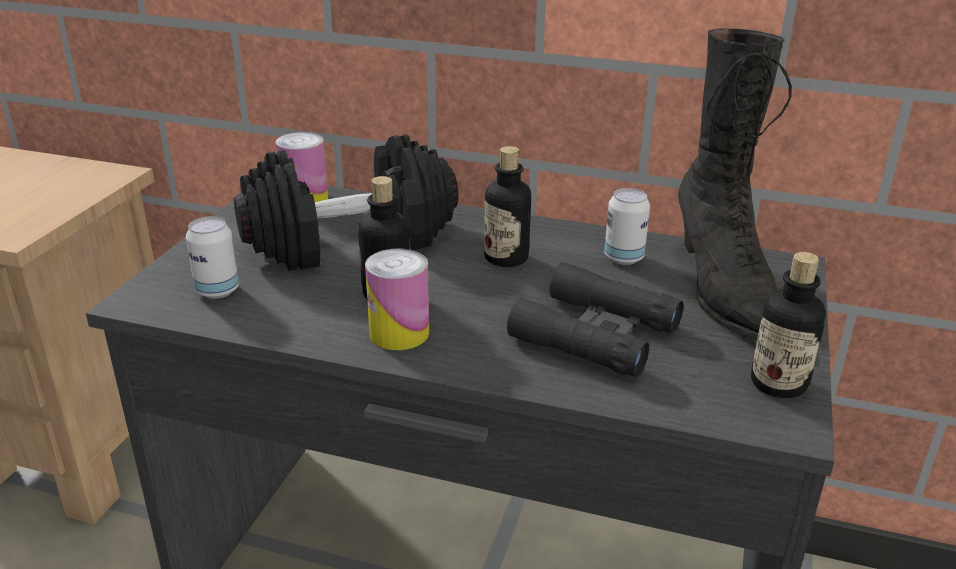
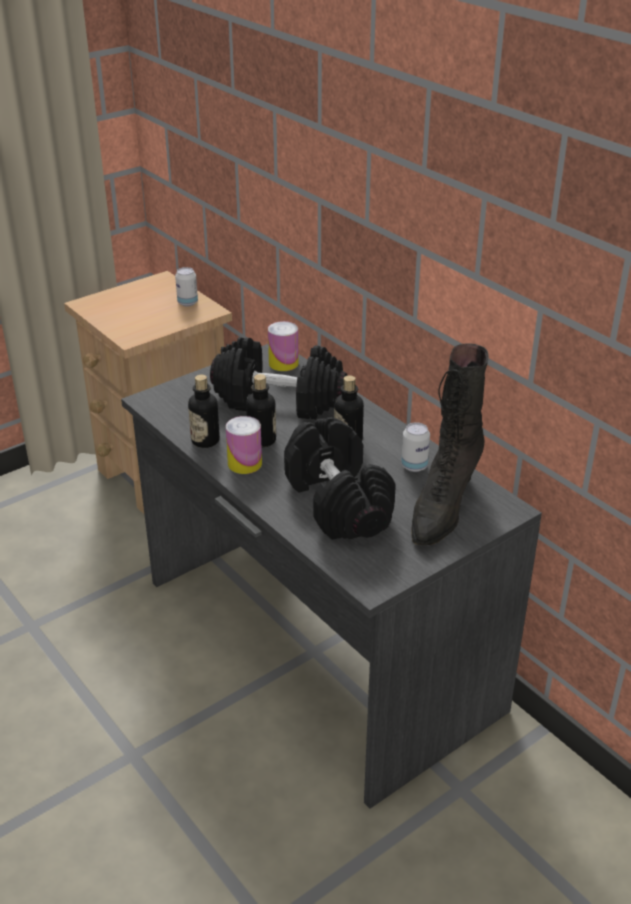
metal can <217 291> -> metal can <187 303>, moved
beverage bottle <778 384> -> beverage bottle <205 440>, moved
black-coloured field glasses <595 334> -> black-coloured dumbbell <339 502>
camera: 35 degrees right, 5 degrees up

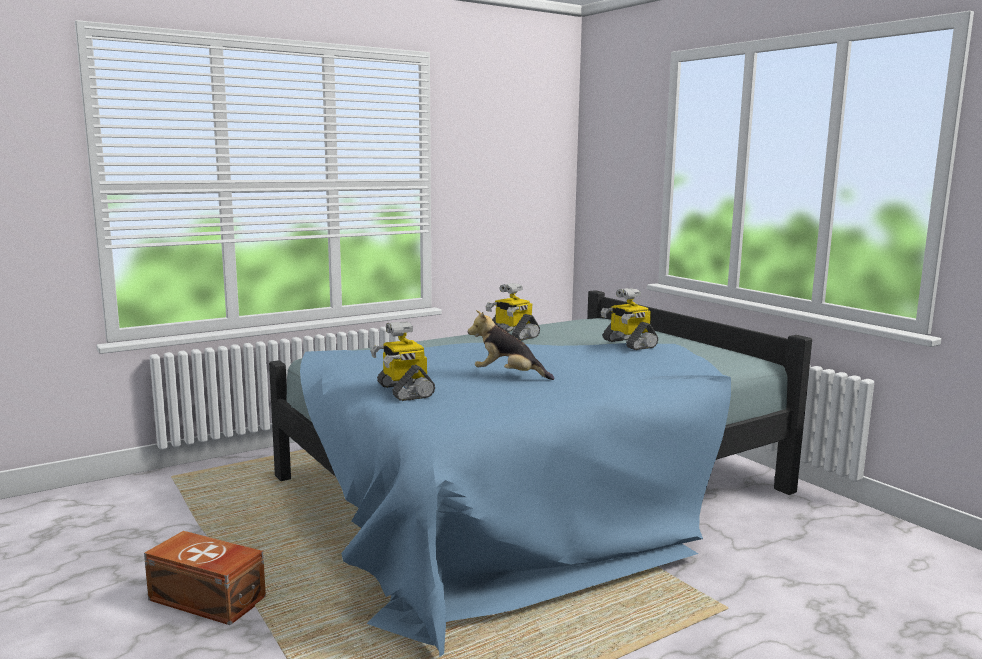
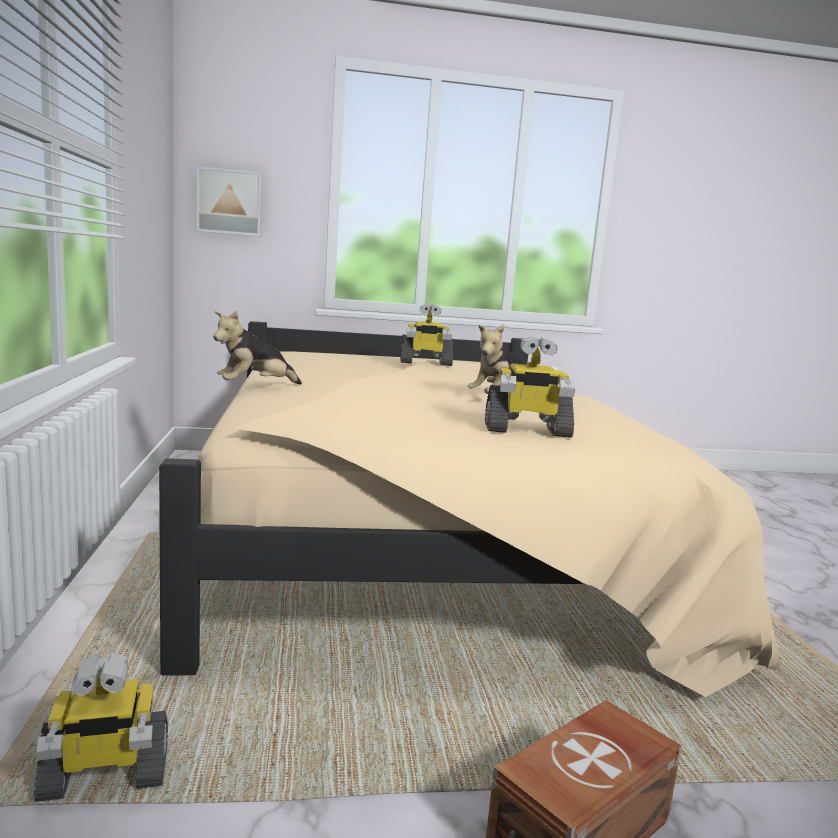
model robot <512 335> -> model robot <104 775>, moved
bluish sleeping bed <530 492> -> beige sleeping bed <422 540>
none -> wall art <230 202>
none -> cuddly toy <255 387>
camera: 65 degrees left, 0 degrees up

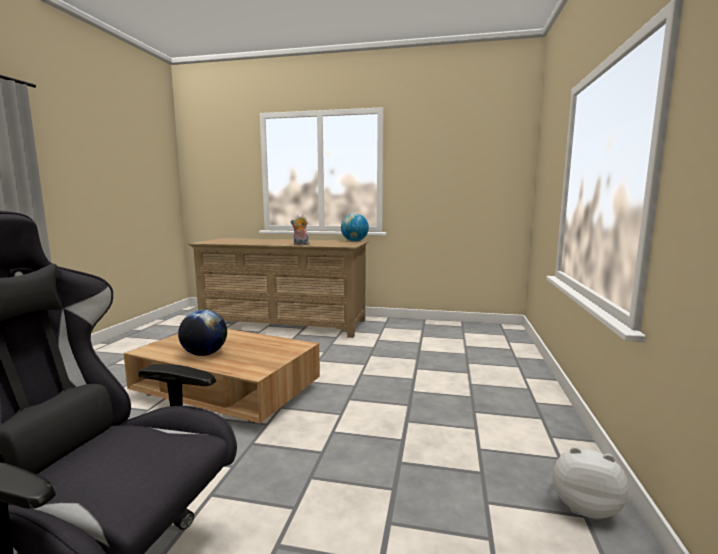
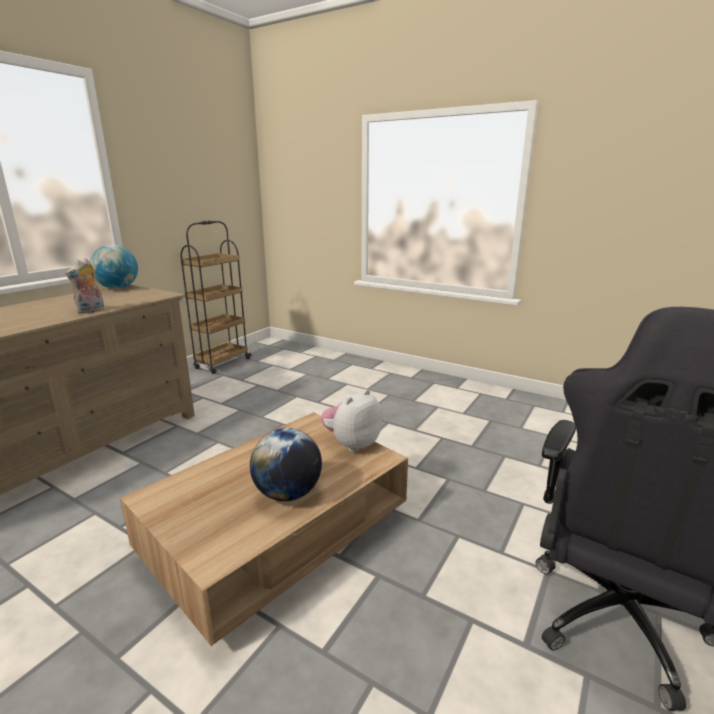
cuddly toy <584 507> -> cuddly toy <352 444>, moved
none -> brown cart <222 364>
camera: 70 degrees left, 10 degrees up

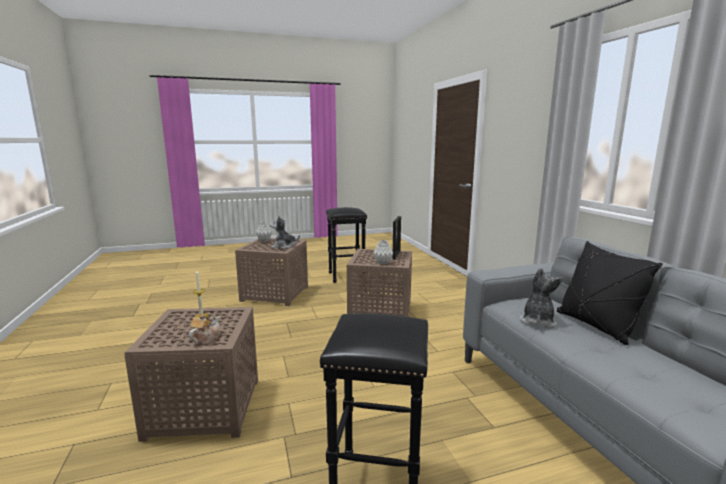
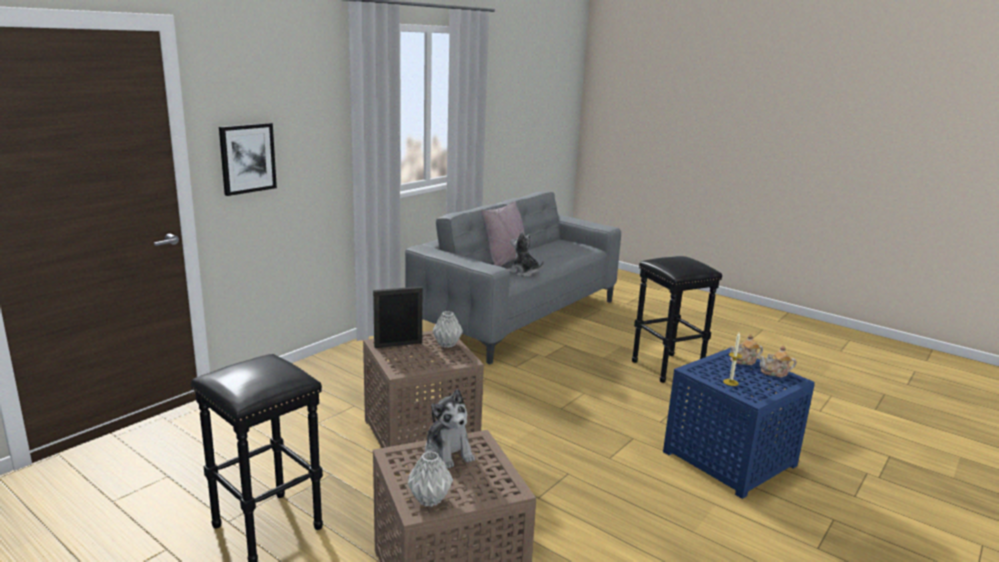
black-coloured cushion <596 326> -> purple cushion <505 261>
cuddly toy <537 321> -> cuddly toy <524 272>, 45 degrees clockwise
brown side table <203 408> -> bluish side table <731 459>
none -> wall art <247 158>
none -> teapot <775 373>
camera: 125 degrees left, 5 degrees up

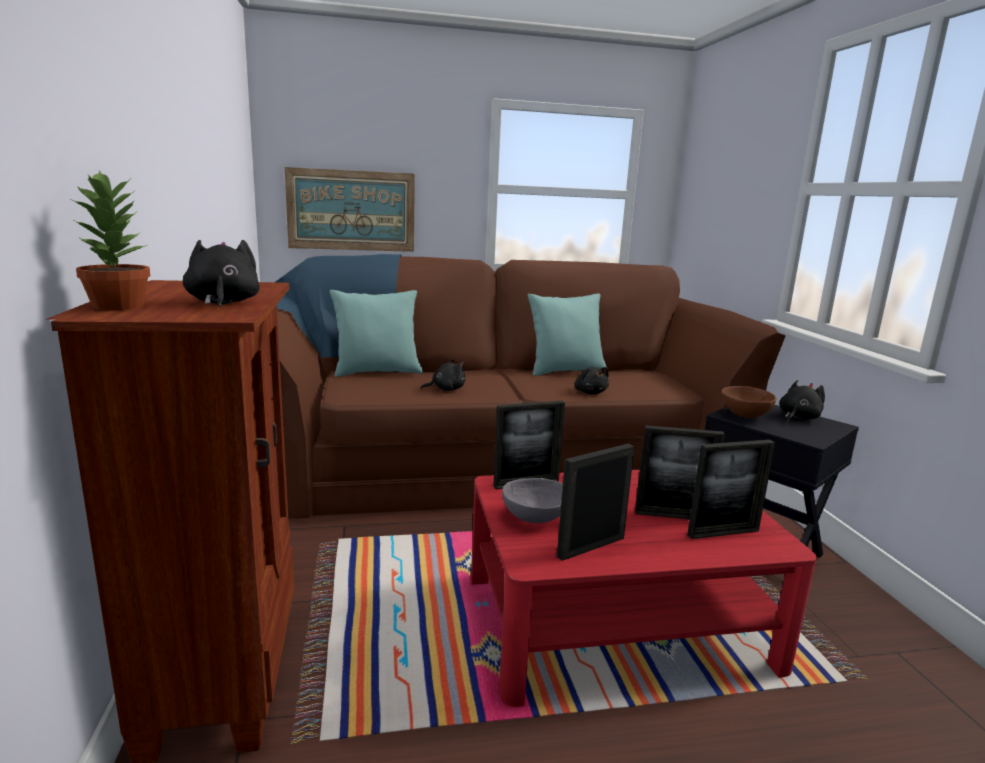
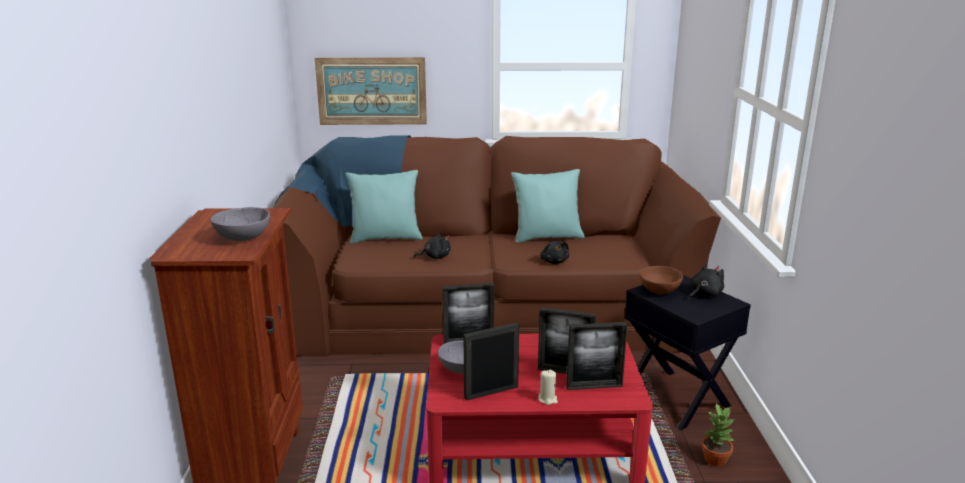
potted plant <120 306> -> potted plant <715 459>, moved
black-coloured cuddly toy <223 303> -> gray deep dish <242 238>
none -> beige candle <547 399>
camera: 10 degrees right, 5 degrees up

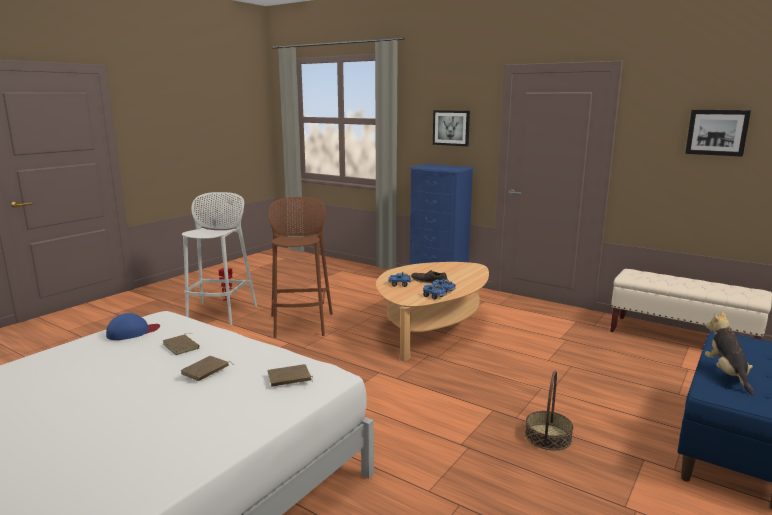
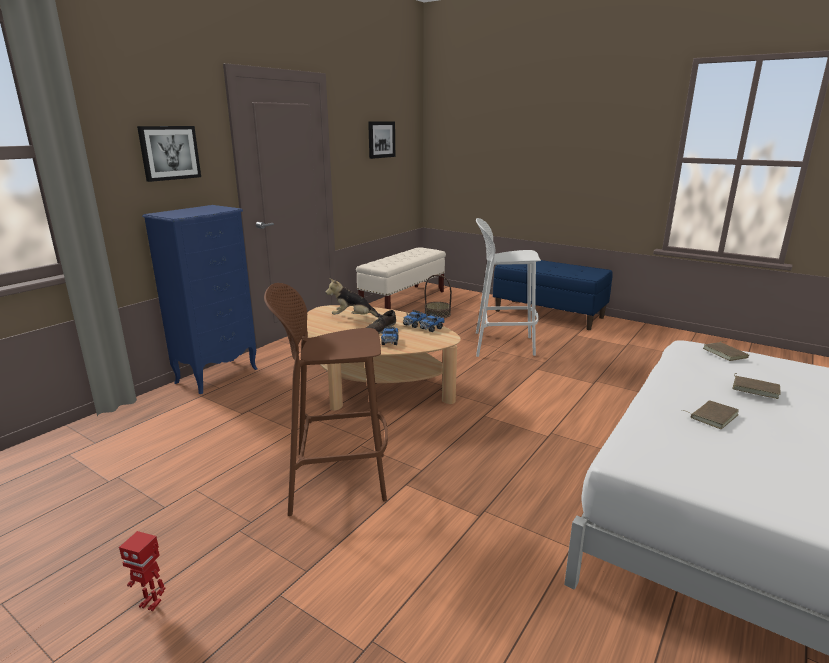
white-coloured stool seat <220 313> -> white-coloured stool seat <502 345>, moved
cuddly toy <726 374> -> cuddly toy <353 318>, moved
bluish peaked cap <132 332> -> none
basket <548 437> -> basket <437 314>, moved
camera: 90 degrees left, 5 degrees up

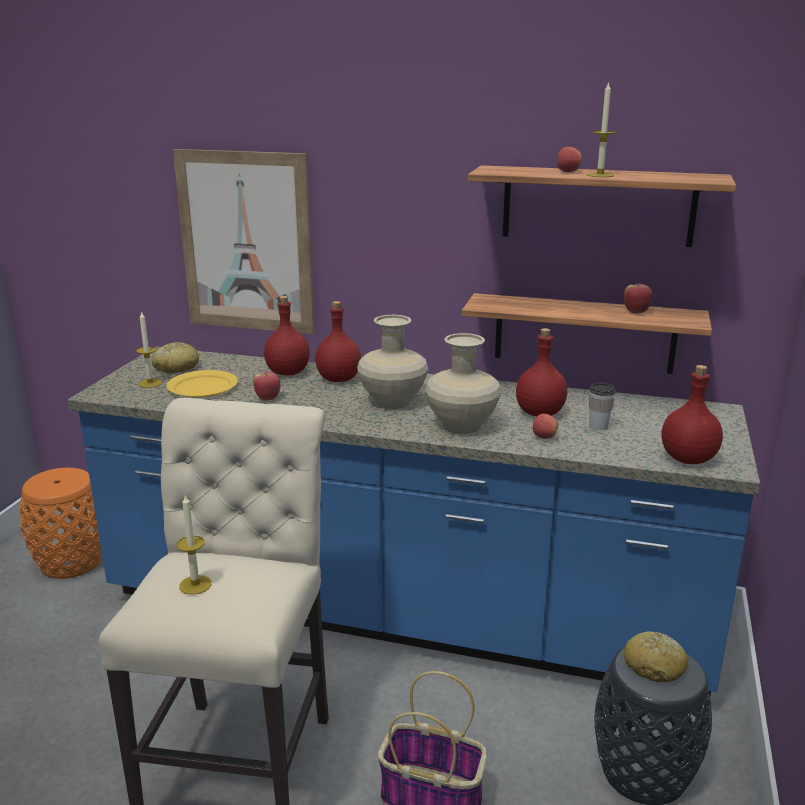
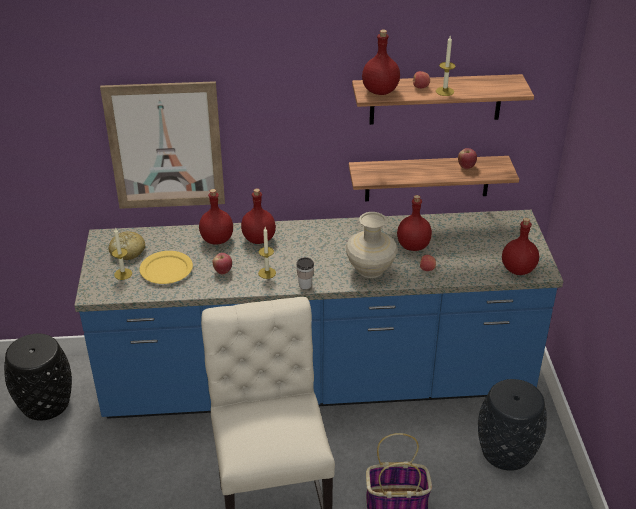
beige decorative vase <392 402> -> none
cup <598 426> -> cup <305 285>, moved
orange stool seat <71 562> -> black-coloured stool seat <45 403>
candle <195 585> -> candle <267 273>, moved
bakery bread <654 666> -> none
none -> reddish beverage bottle <380 91>
camera: 20 degrees left, 15 degrees up

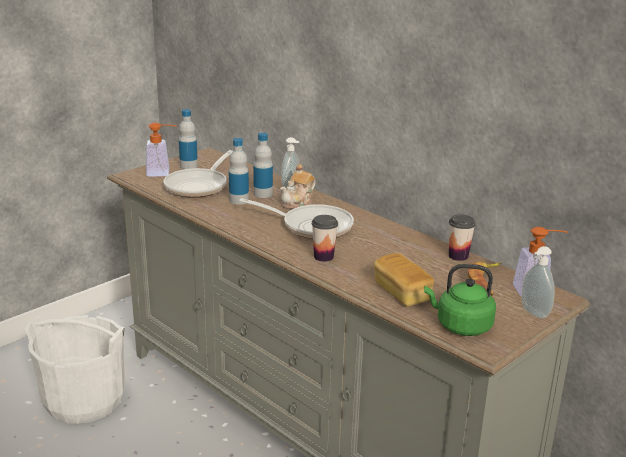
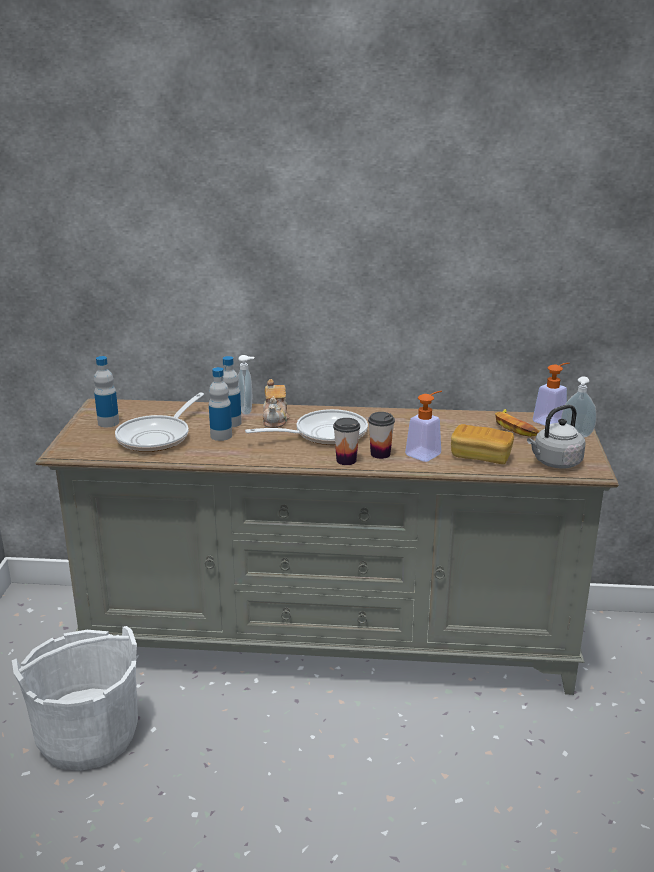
soap bottle <163 173> -> soap bottle <426 453>, moved
pan <199 186> -> pan <157 437>, 45 degrees clockwise
cup <458 256> -> cup <346 460>, moved
green kettle <460 326> -> gray kettle <555 463>
camera: 40 degrees left, 0 degrees up

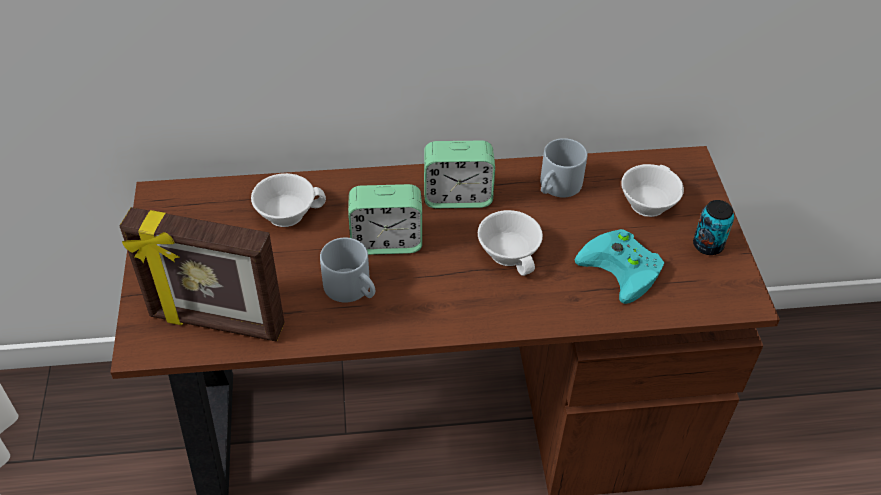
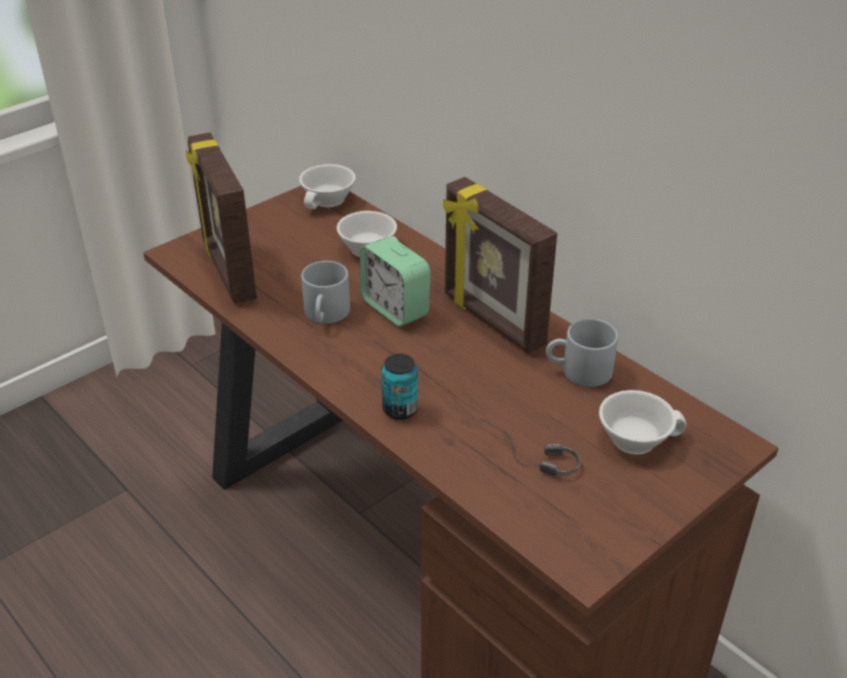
table clock <457 197> -> photo frame <492 320>
metal can <707 245> -> metal can <400 409>, moved
white-coloured cup <511 253> -> white-coloured cup <329 200>, moved
blue-green gamepad <624 268> -> pair of headphones <526 459>
camera: 55 degrees right, 10 degrees down

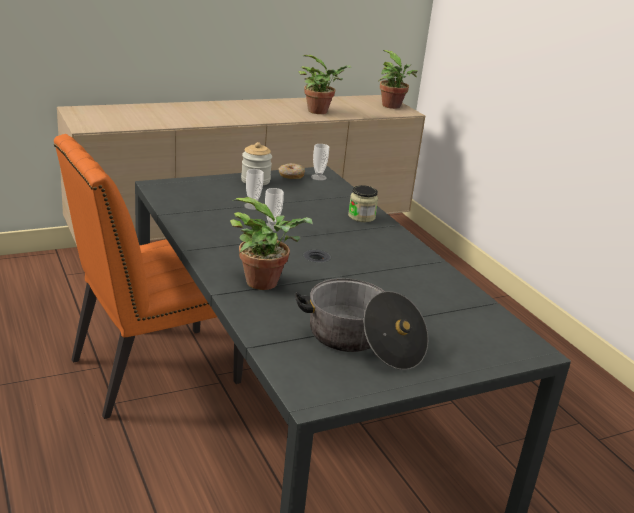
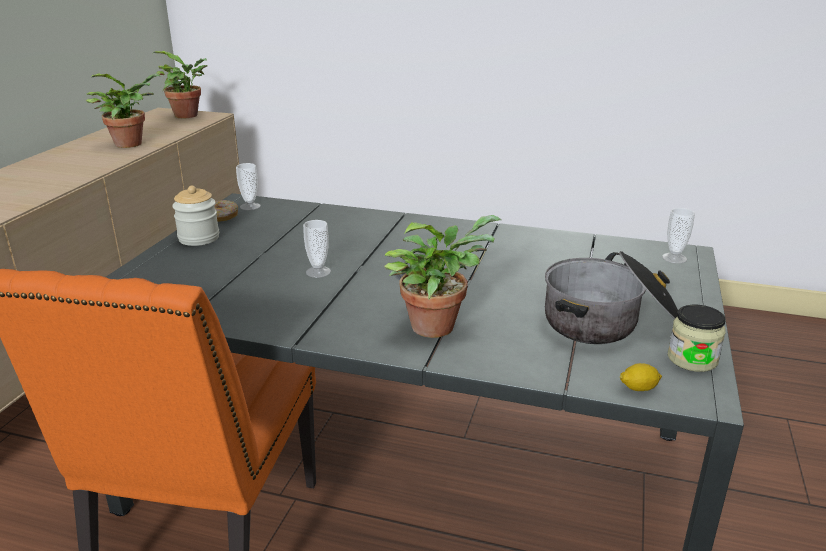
cup <253 206> -> cup <674 258>, moved
preserve jar <361 217> -> preserve jar <692 359>, moved
none -> whole lemon <639 388>
camera: 45 degrees left, 0 degrees up

